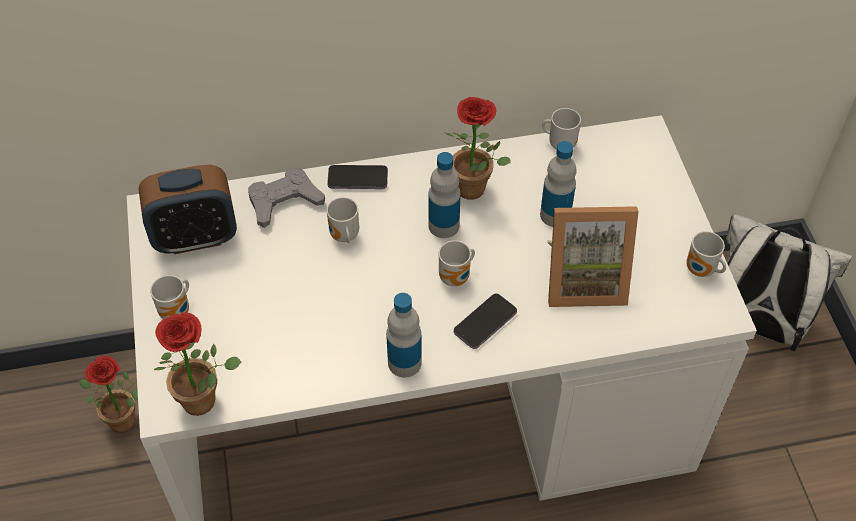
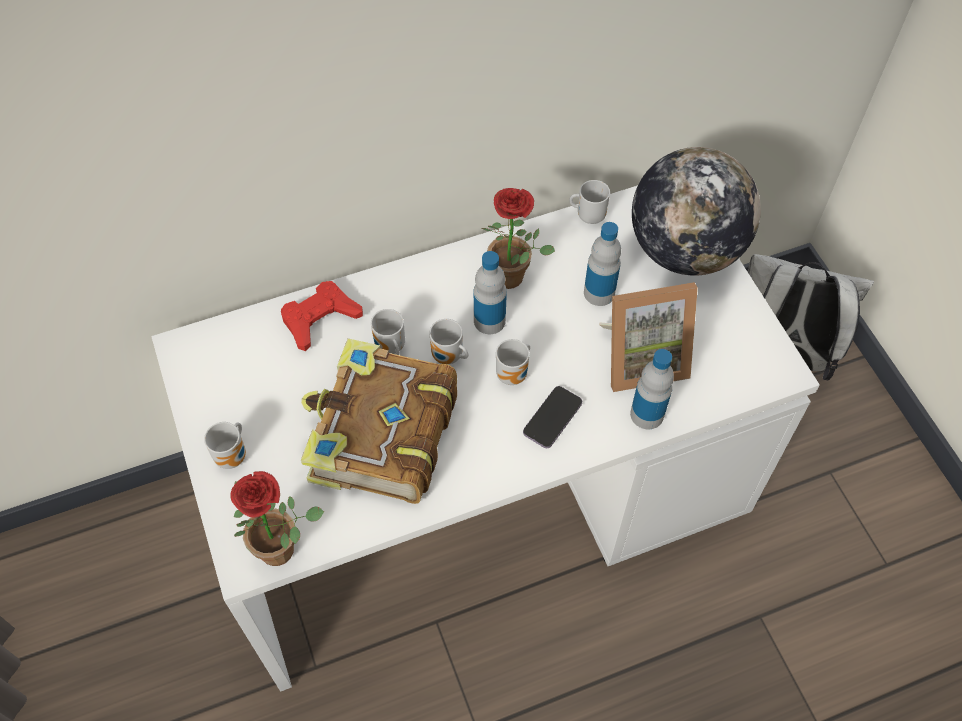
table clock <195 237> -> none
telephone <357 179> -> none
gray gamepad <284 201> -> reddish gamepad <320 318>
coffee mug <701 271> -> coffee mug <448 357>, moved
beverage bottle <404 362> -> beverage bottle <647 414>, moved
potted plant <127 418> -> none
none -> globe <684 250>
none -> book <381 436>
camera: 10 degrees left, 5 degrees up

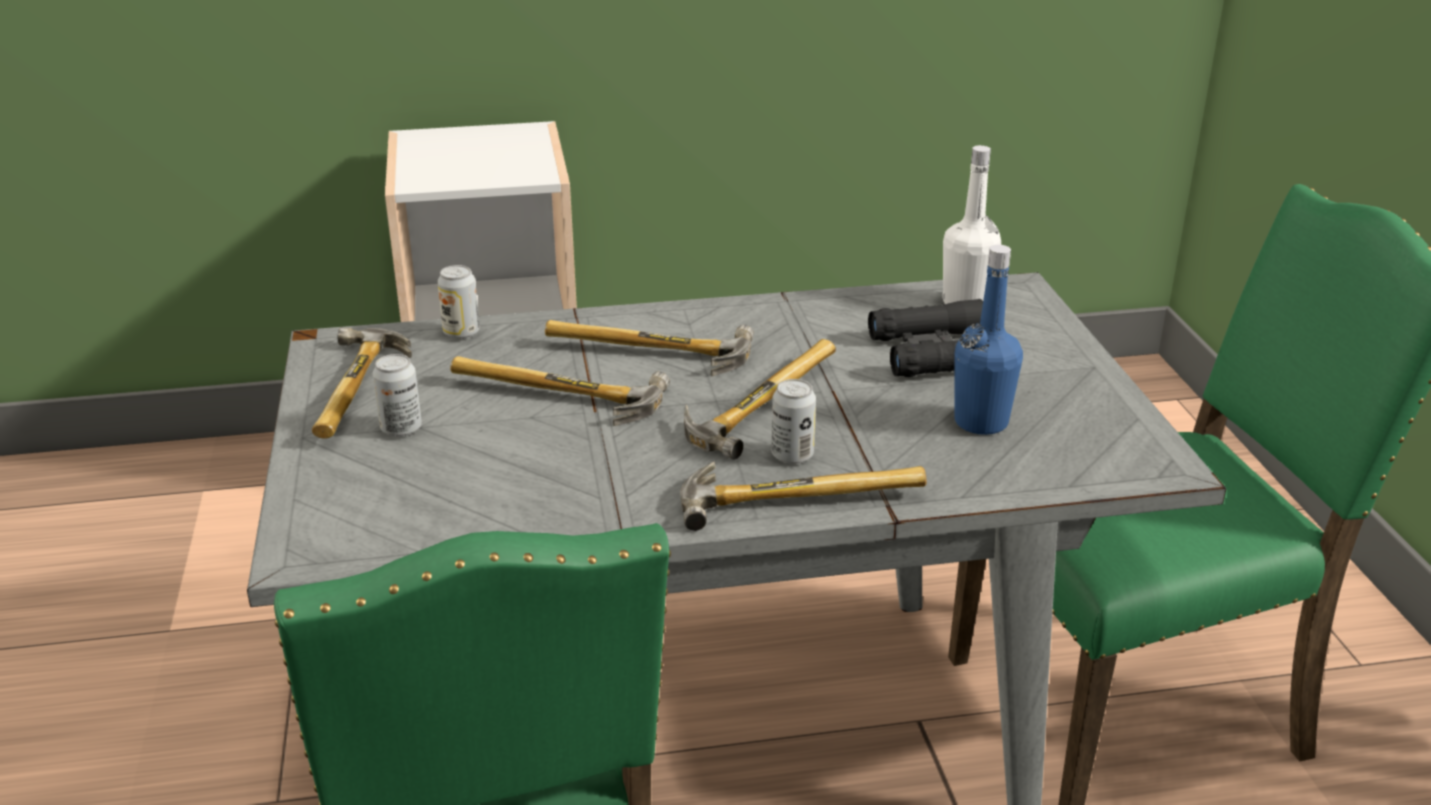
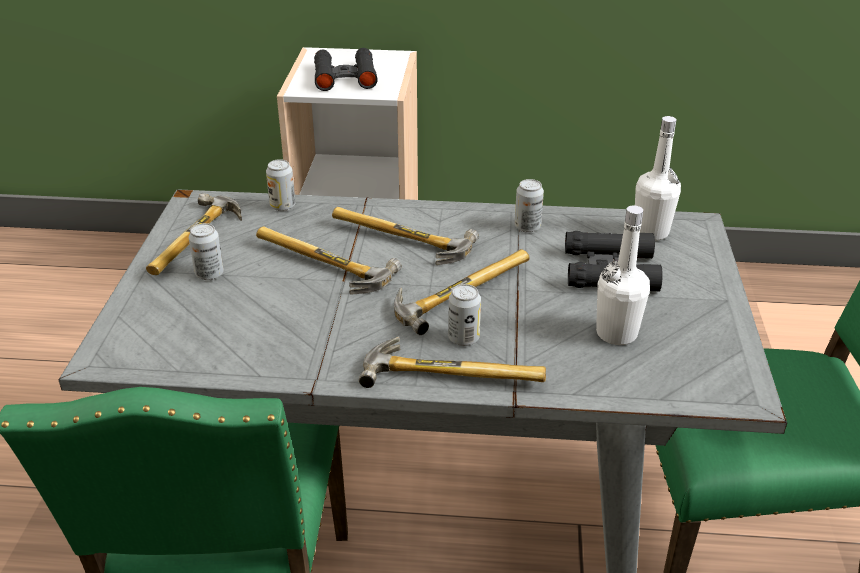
bluish beverage bottle <981 422> -> white-coloured beverage bottle <616 333>
none -> black-coloured field glasses <345 77>
none -> metal can <527 227>
camera: 15 degrees right, 5 degrees up

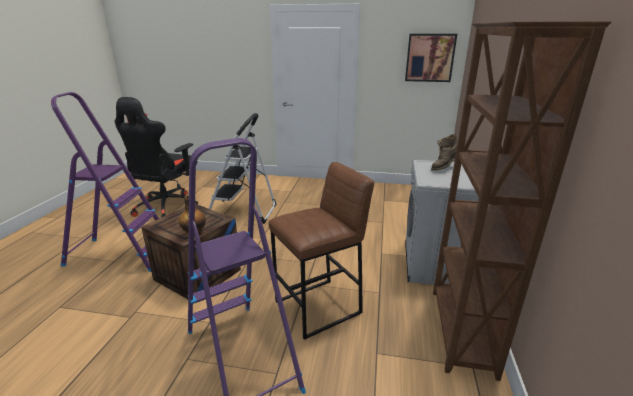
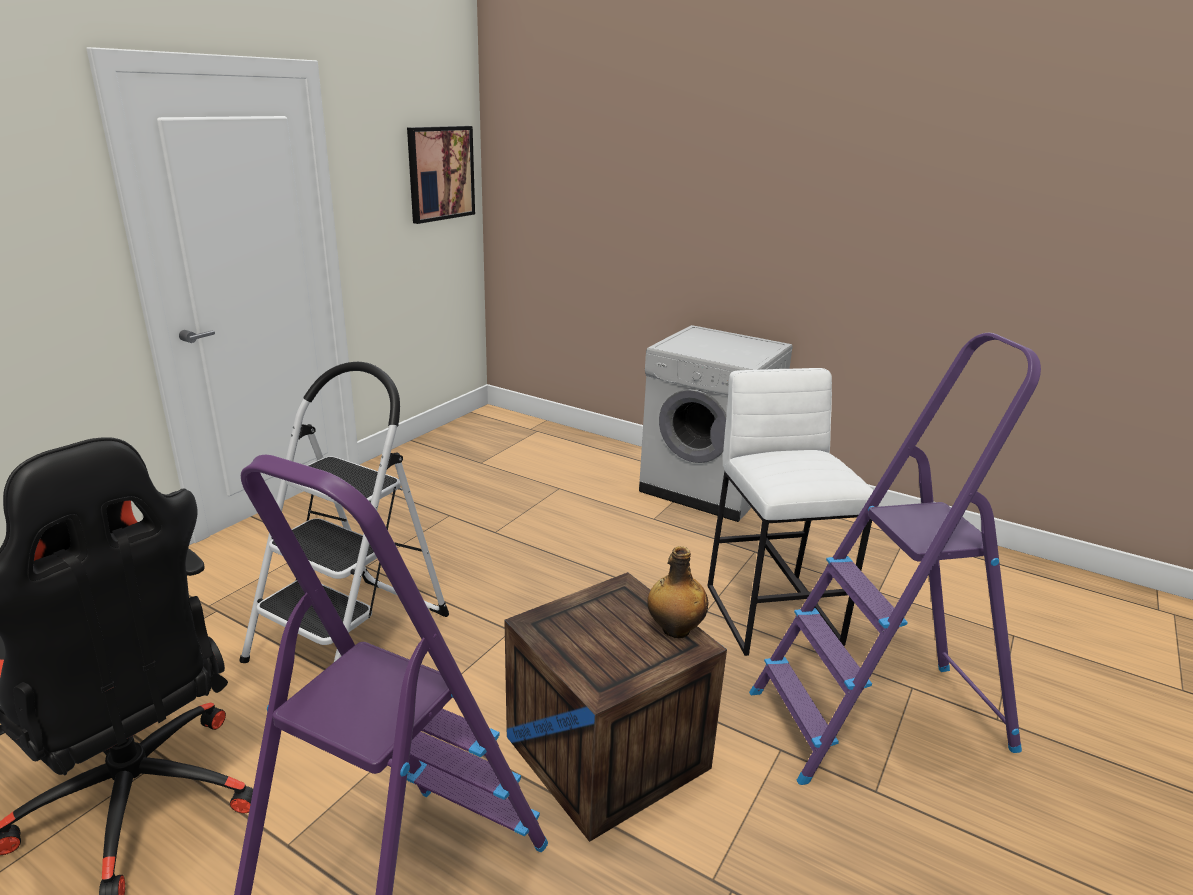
brown bookcase <460 331> -> none
brown tall boot <445 168> -> none
brown stool seat <319 306> -> white-coloured stool seat <771 613>
camera: 70 degrees left, 0 degrees up

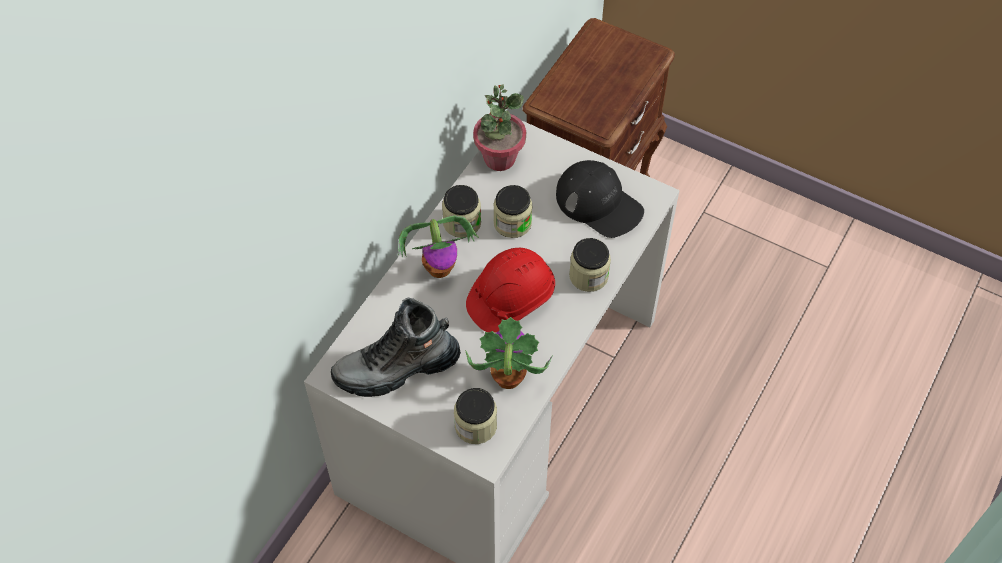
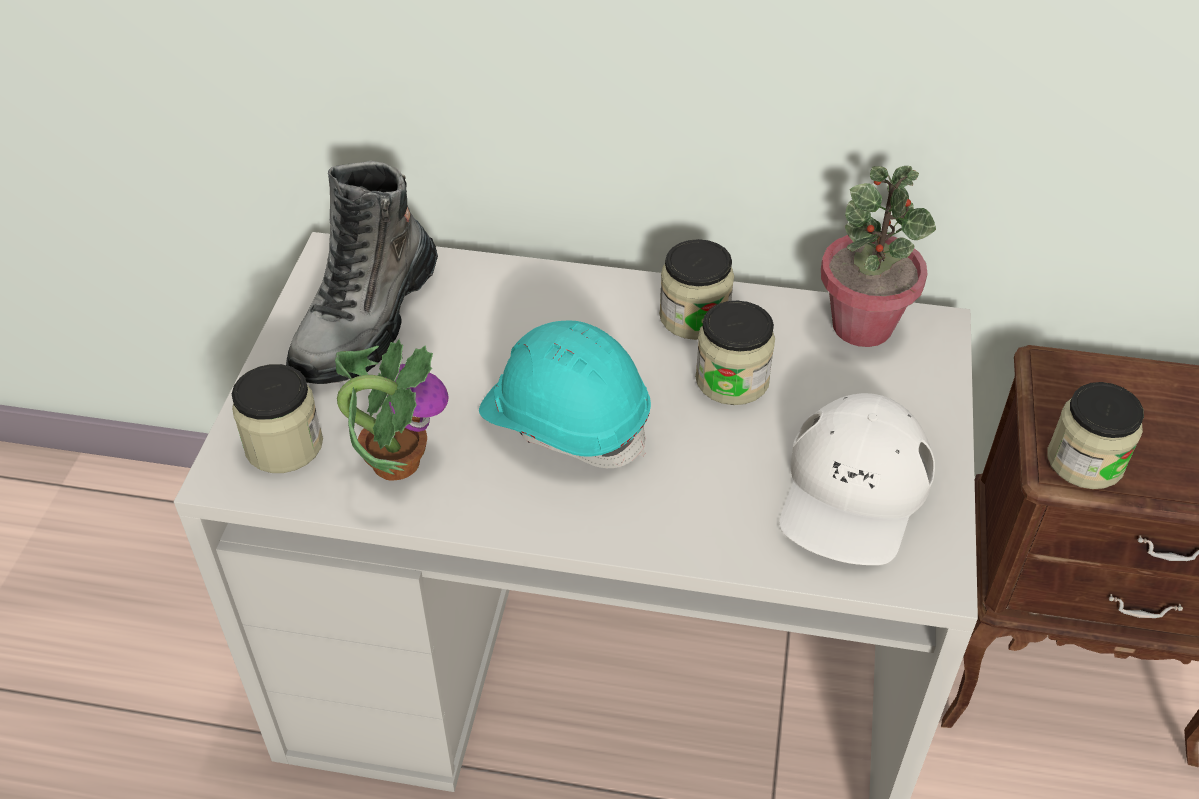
black-coloured peaked cap <599 203> -> white-coloured peaked cap <853 491>
potted plant <440 267> -> none
preserve jar <588 276> -> preserve jar <1085 461>, moved
reddish safety helmet <510 299> -> blue-green safety helmet <565 420>
tall boot <396 368> -> tall boot <367 320>, 120 degrees counterclockwise
camera: 70 degrees right, 10 degrees down

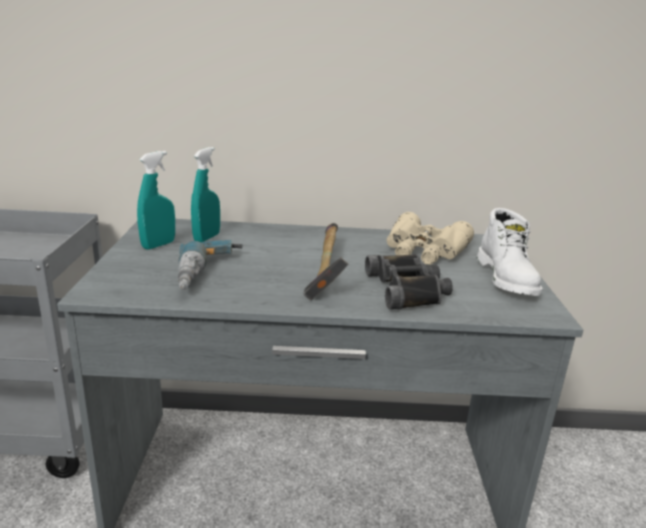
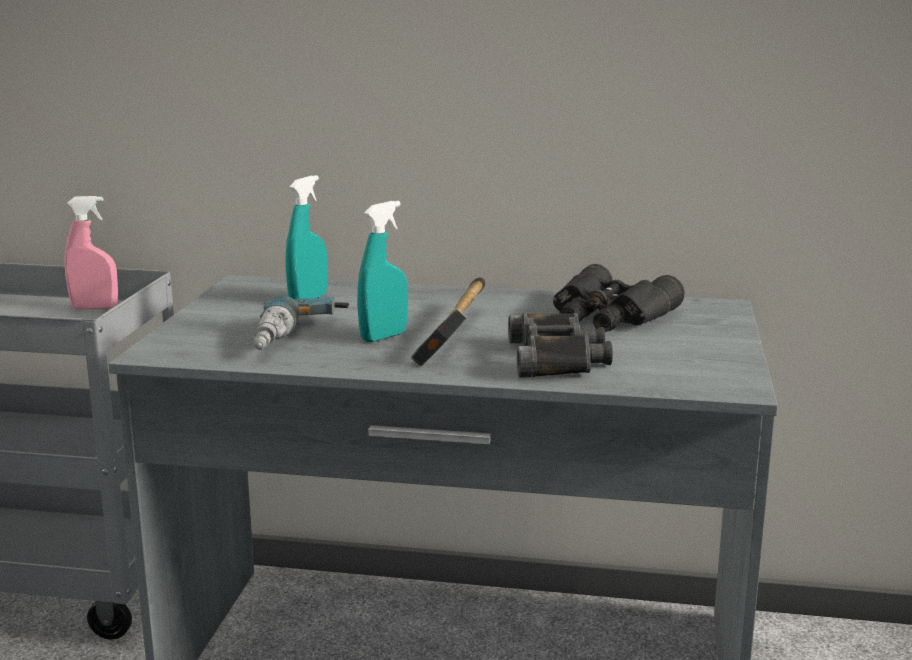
blue-green spray bottle <158 245> -> blue-green spray bottle <384 337>, moved
white-coloured tall boot <507 278> -> none
beige field glasses <424 250> -> black-coloured field glasses <609 316>
none -> pink-coloured spray bottle <94 308>
camera: 10 degrees right, 5 degrees down

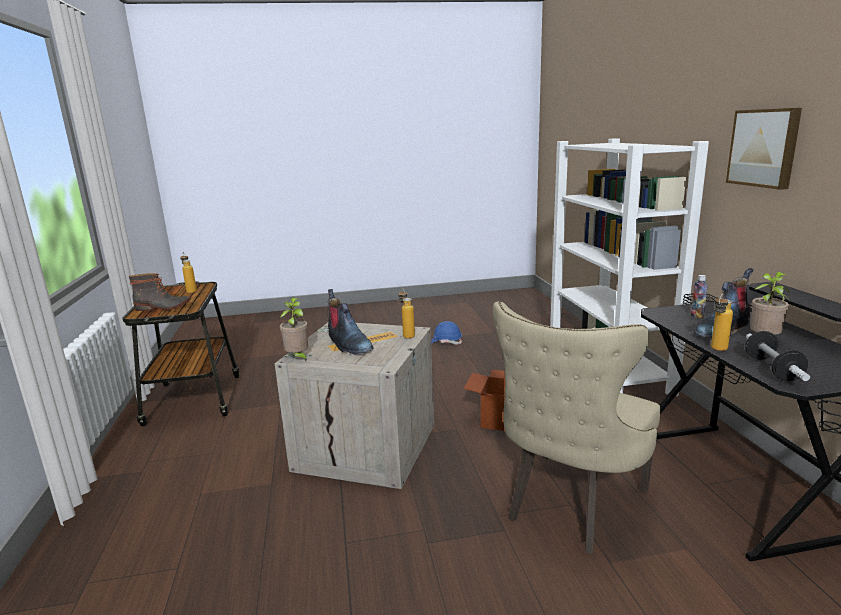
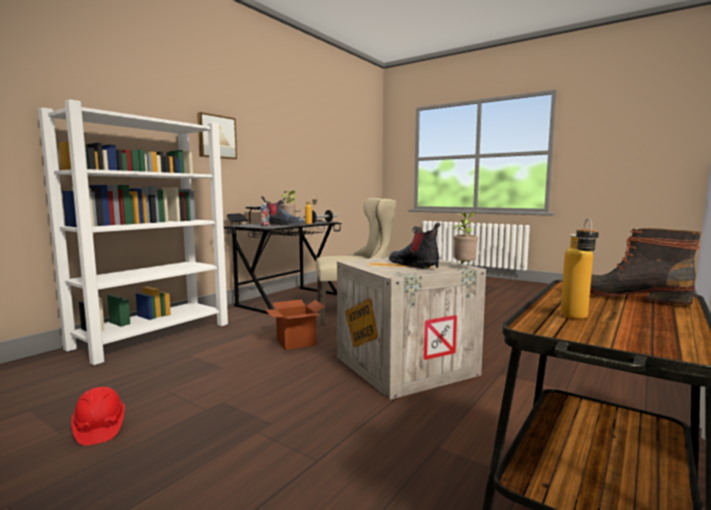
beverage bottle <407 335> -> none
tall boot <348 344> -> tall boot <414 265>, 45 degrees counterclockwise
bluish safety helmet <446 342> -> reddish safety helmet <99 429>
camera: 135 degrees left, 10 degrees down

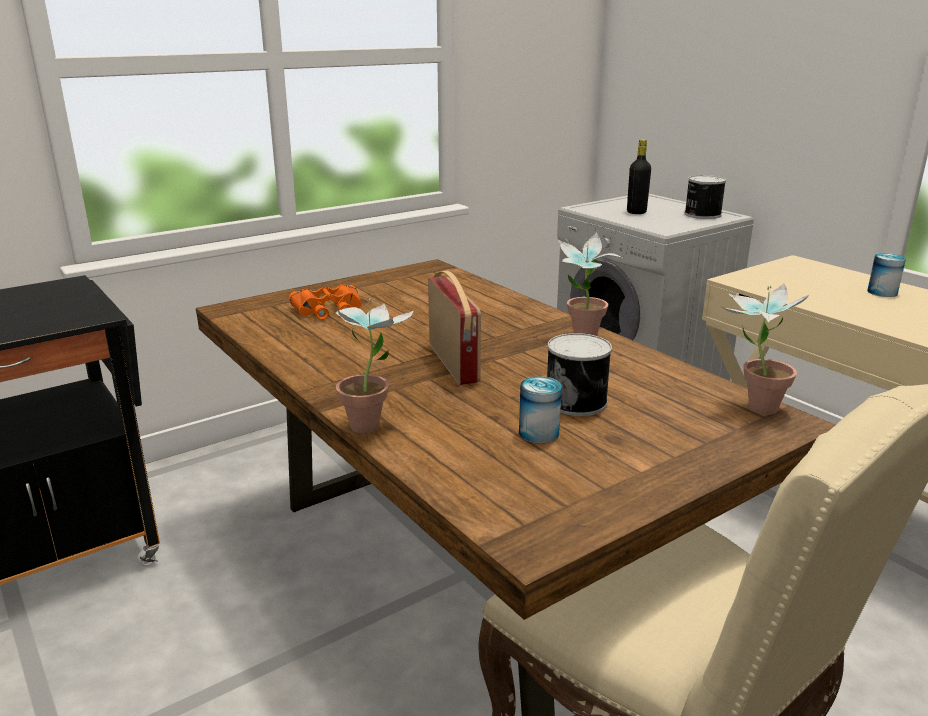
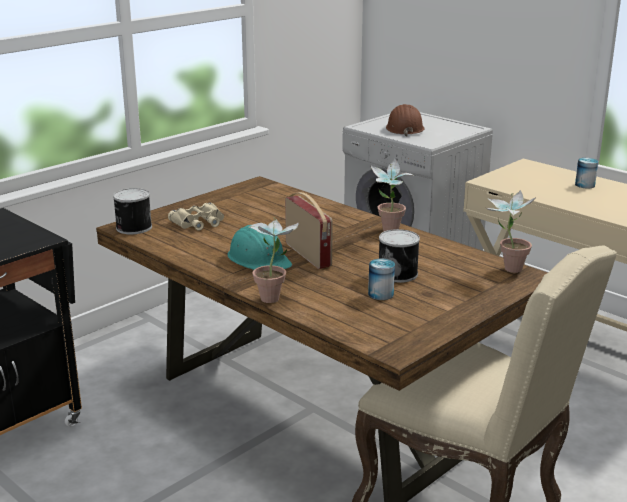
black-coloured beverage bottle <636 212> -> brown safety helmet <404 128>
metal can <701 214> -> metal can <133 227>, moved
orange field glasses <328 310> -> beige field glasses <199 222>
none -> blue-green safety helmet <259 259>
camera: 10 degrees left, 0 degrees up

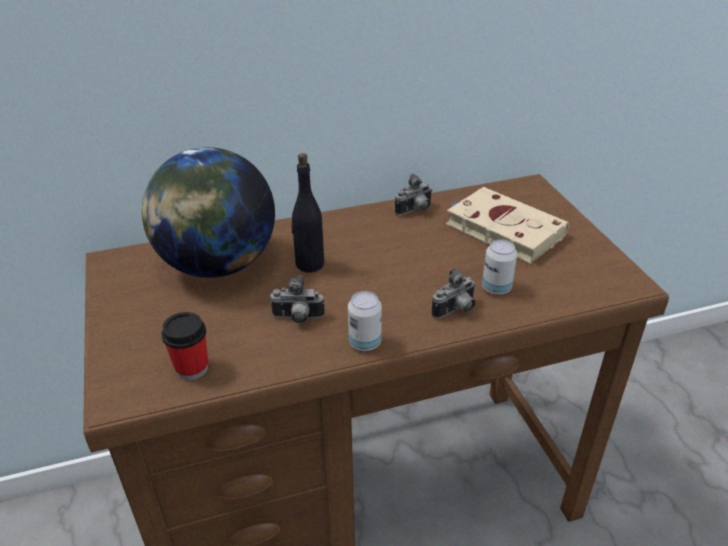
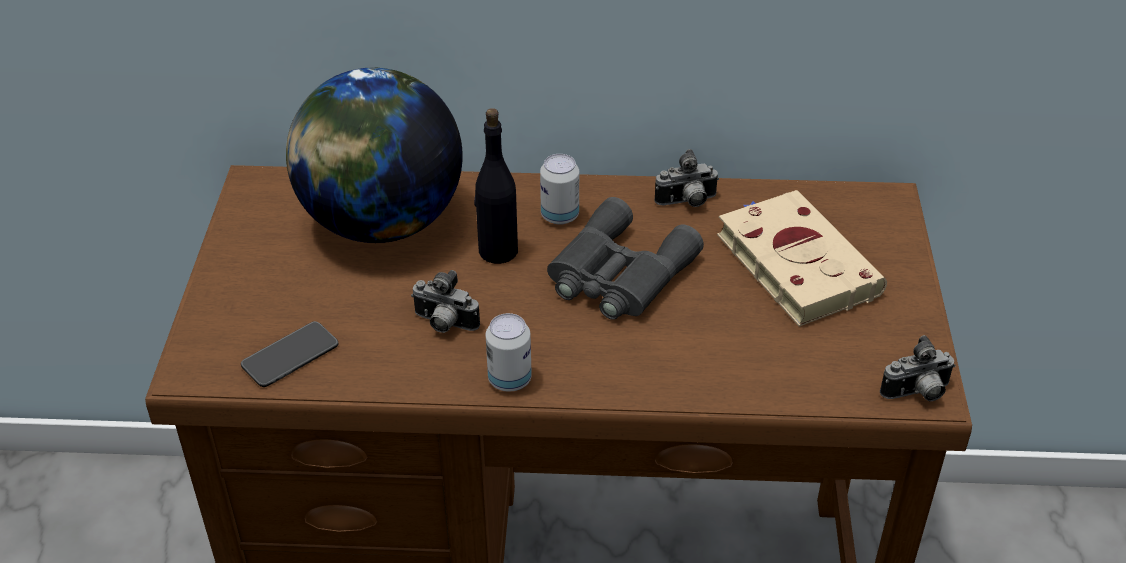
metal can <496 288> -> metal can <560 216>, moved
still camera <456 311> -> still camera <917 394>, moved
cup <192 368> -> telephone <290 355>
none -> gray field glasses <617 275>
camera: 20 degrees right, 5 degrees up

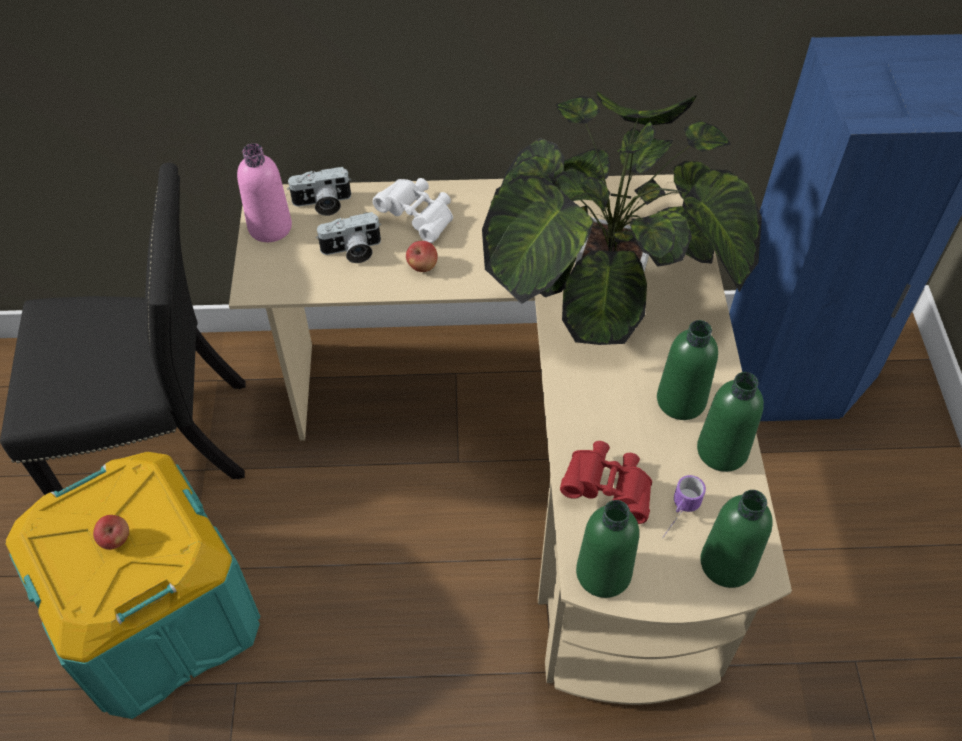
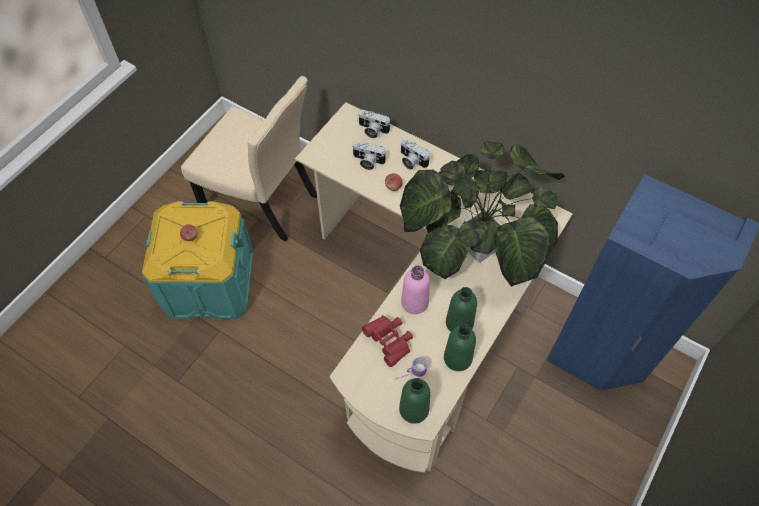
pink-coloured beverage bottle <270 227> -> pink-coloured beverage bottle <414 302>, moved
black-coloured upright chair <150 439> -> beige upright chair <259 199>
white-coloured field glasses <418 217> -> still camera <411 161>
green beverage bottle <603 573> -> none
camera: 35 degrees right, 5 degrees up

